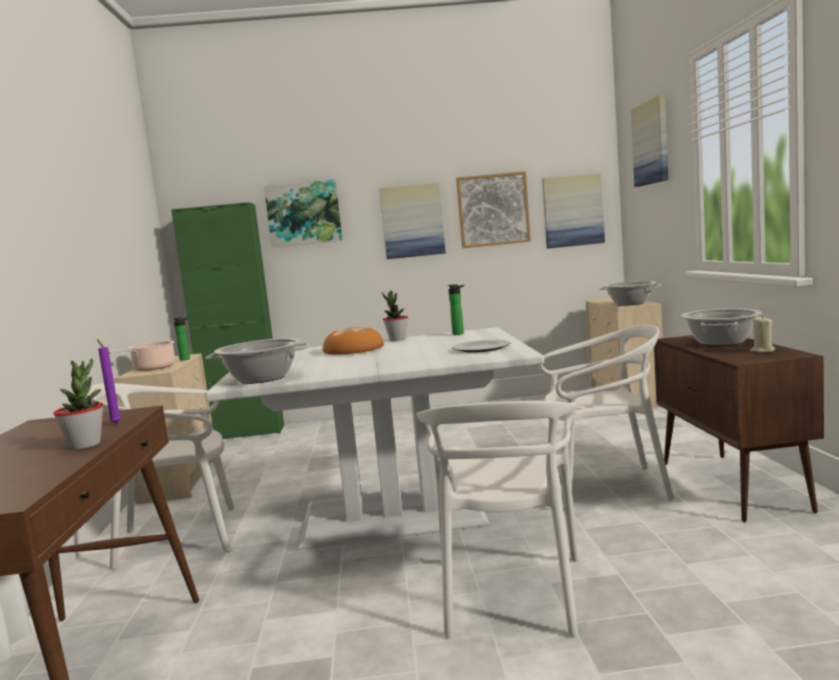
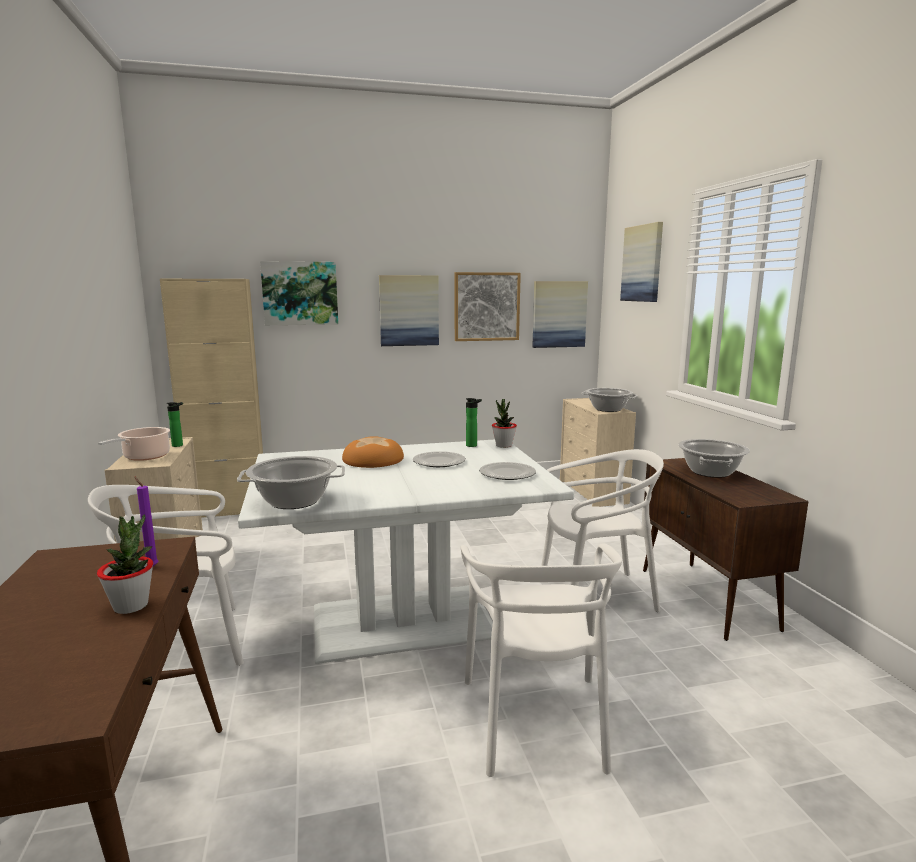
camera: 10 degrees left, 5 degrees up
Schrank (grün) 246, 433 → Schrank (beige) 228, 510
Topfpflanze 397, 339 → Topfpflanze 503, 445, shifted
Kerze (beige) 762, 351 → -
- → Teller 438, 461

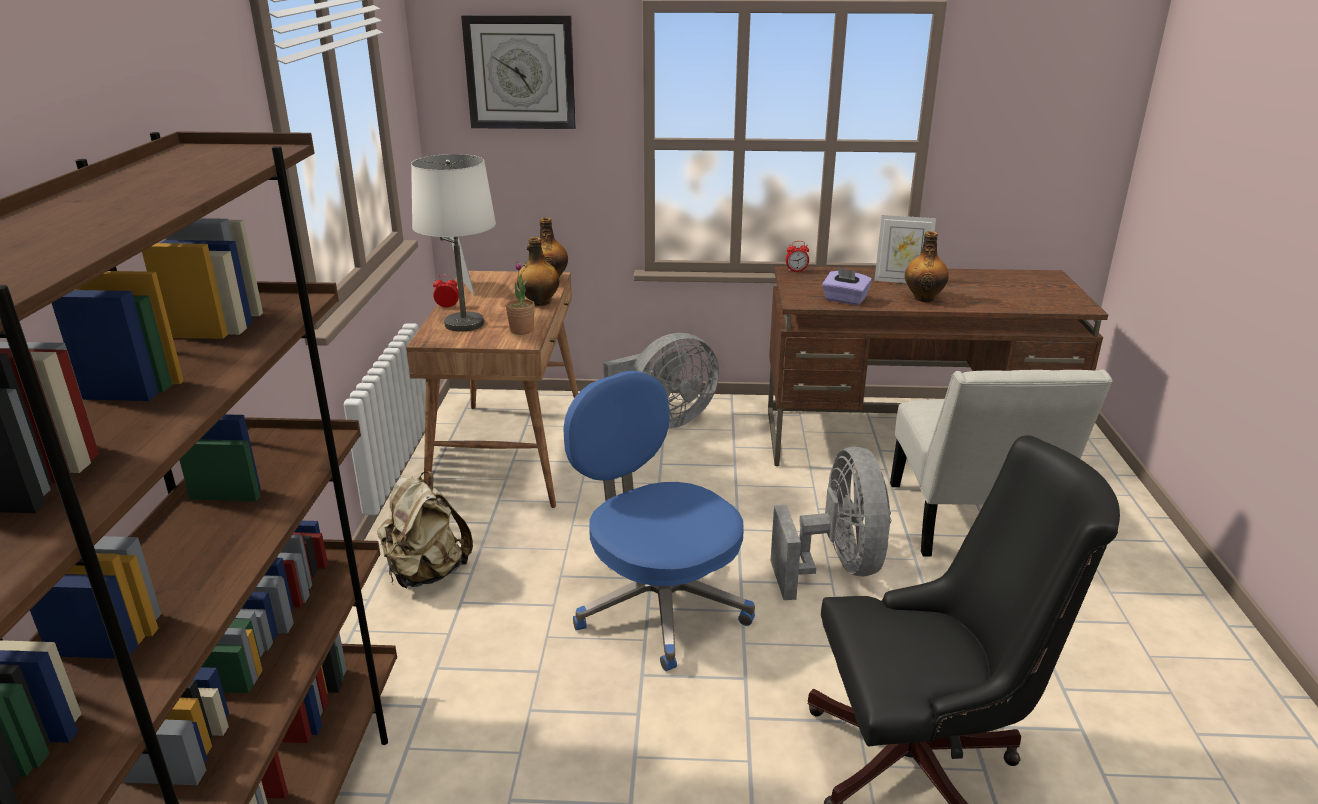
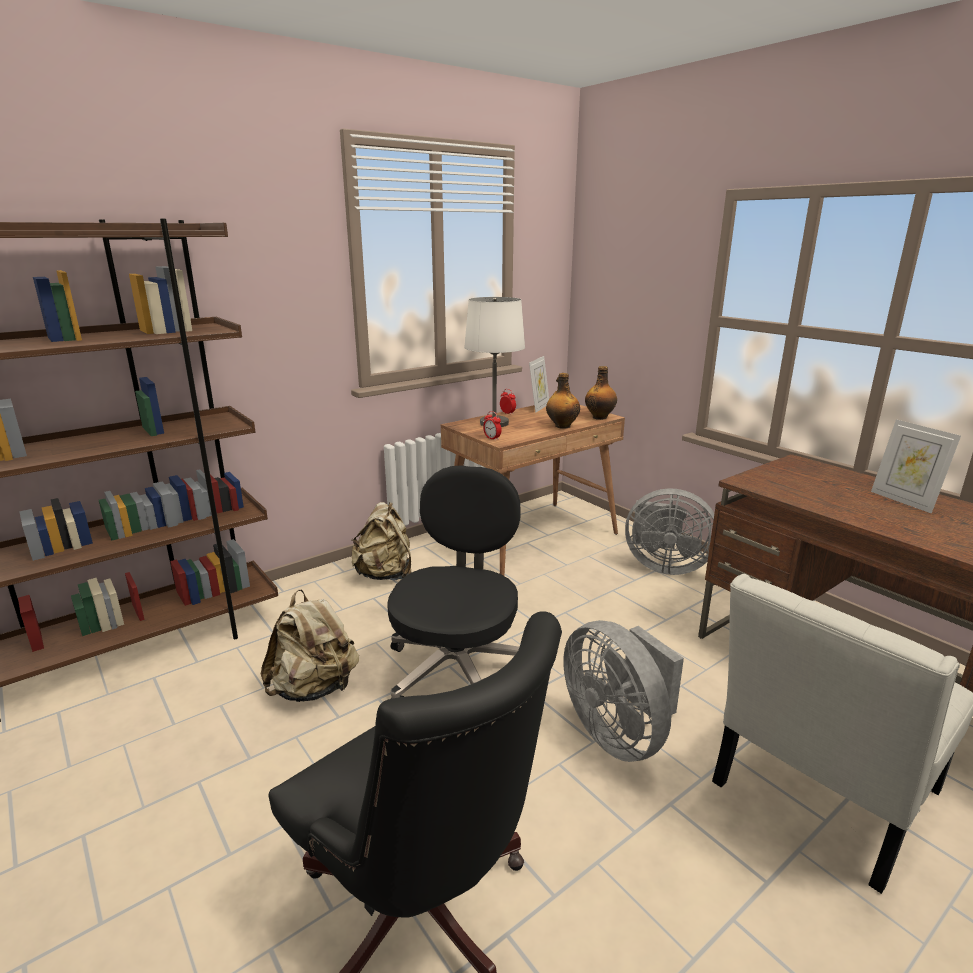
camera: 50 degrees right, 5 degrees down
Wanduhr 520, 72 → -
Flasche 923, 298 → -
Wecker 796, 271 → Wecker 492, 438, shifted
Topfpflanze 522, 330 → -
Taschentuchbox (lila) 845, 300 → -
Bürostuhl (blau) 658, 604 → Bürostuhl (schwarz) 458, 668
Ventilator (grau) 836, 567 → Ventilator (grau) 618, 733, 105 degrees clockwise
- → Rucksack (beige) 314, 688

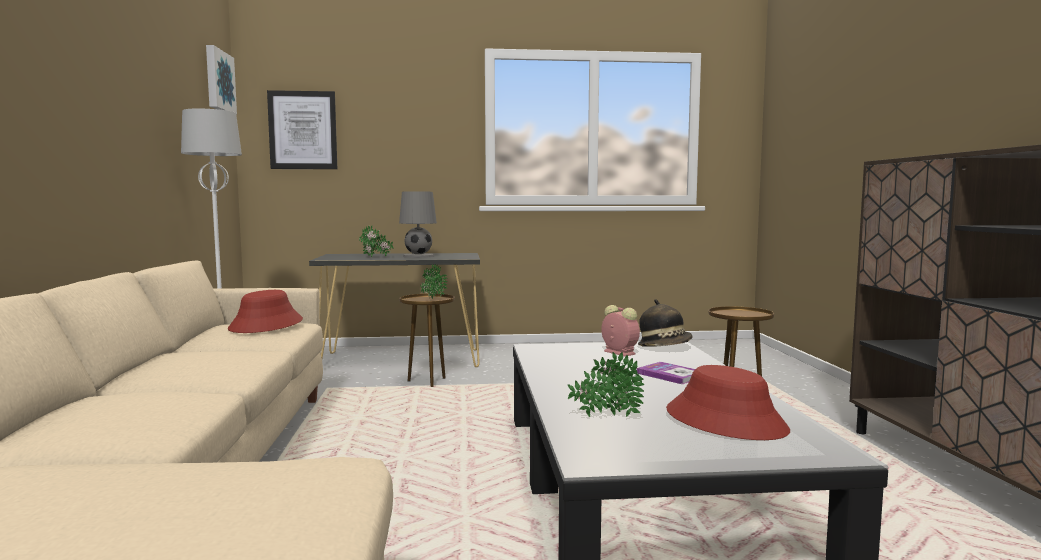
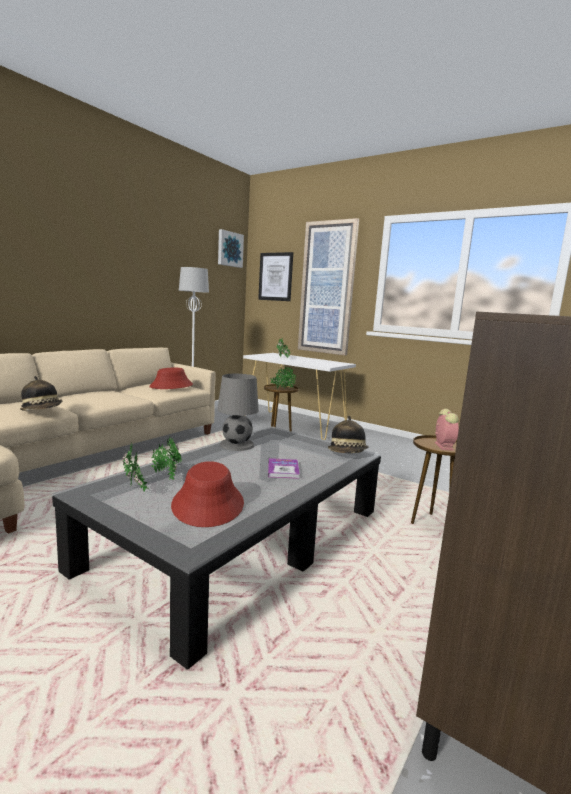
camera: 40 degrees right, 5 degrees up
Tischlampe (grau) 418, 256 → Tischlampe (grau) 236, 445, shifted
Konsolentisch (schwarz) 402, 360 → Konsolentisch (weiß) 294, 425
Wecker 618, 352 → Wecker 443, 446, shifted
- → Bild 327, 288
- → Hut 42, 410
- → Topfpflanze 135, 489

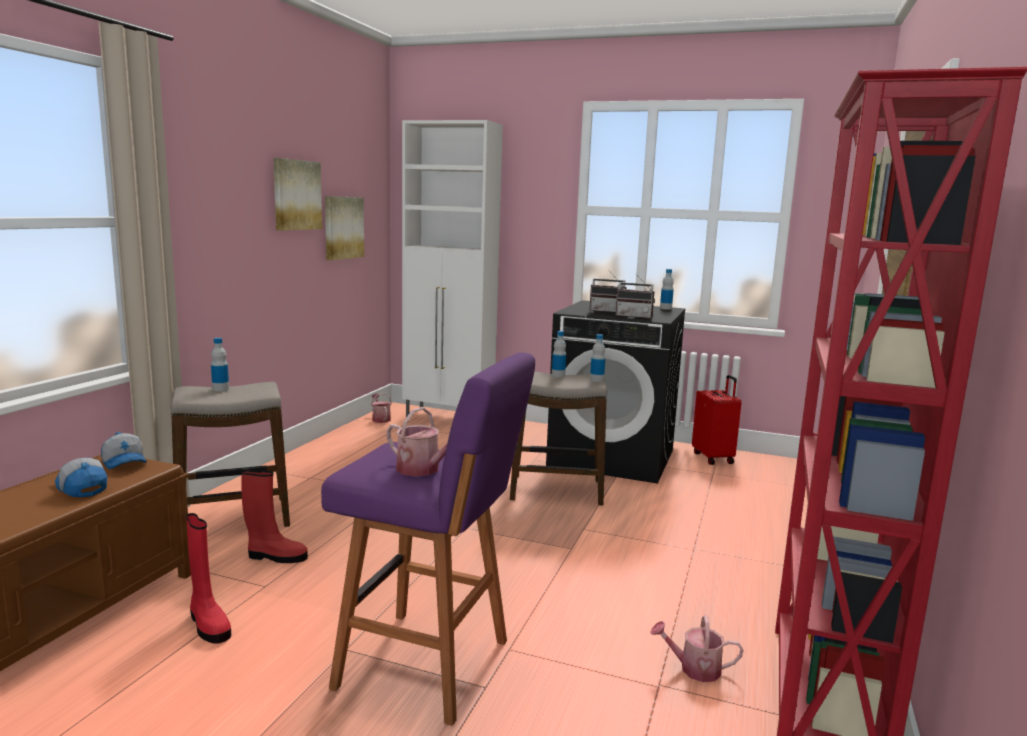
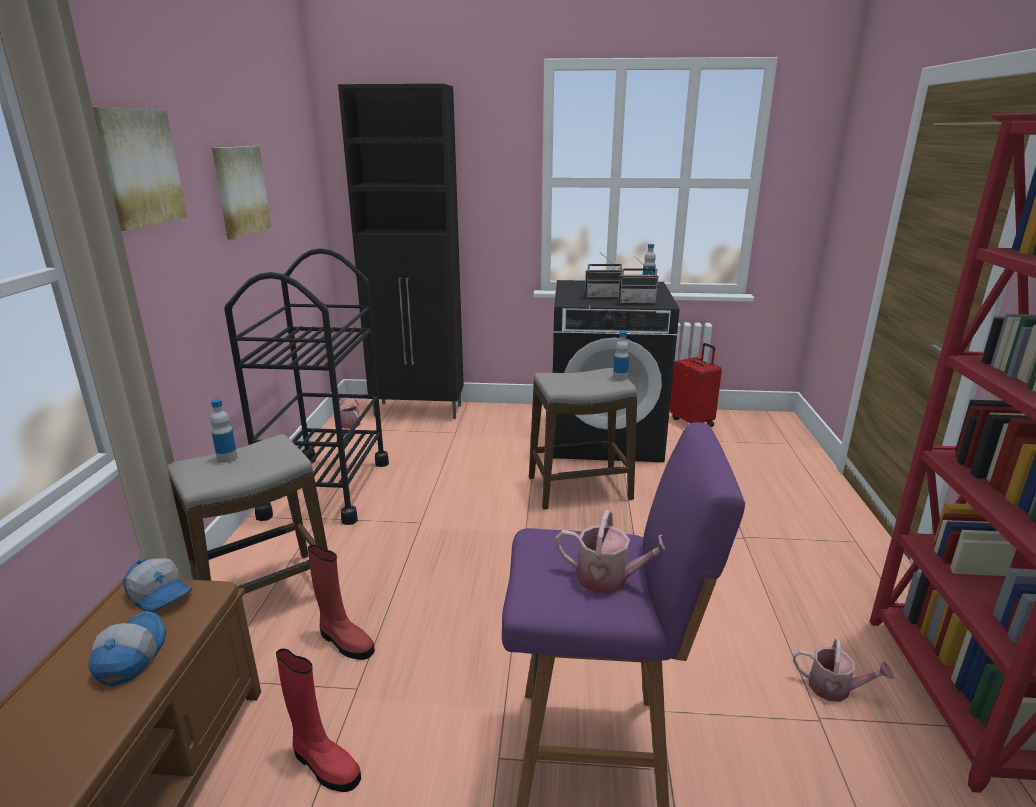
camera: 15 degrees left, 10 degrees up
Schrank (weiß) 449, 418 → Schrank (schwarz) 419, 411
Bild 343, 227 → Bild 137, 167, shifted
Flasche 558, 375 → -
Kappe 80, 487 → Kappe 130, 656, 60 degrees clockwise
Stiefel (rot) 275, 557 → Stiefel (rot) 344, 642, 45 degrees clockwise
Gießkanne 694, 669 → Gießkanne 835, 688, 150 degrees counterclockwise
- → Rollwagen (schwarz) 327, 488

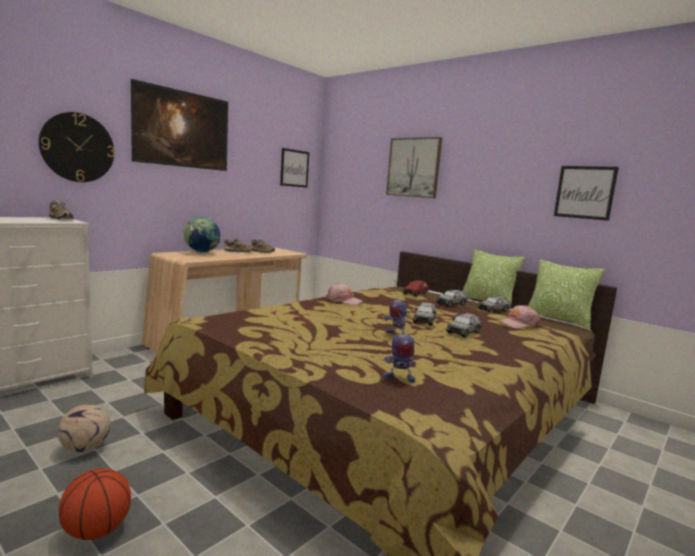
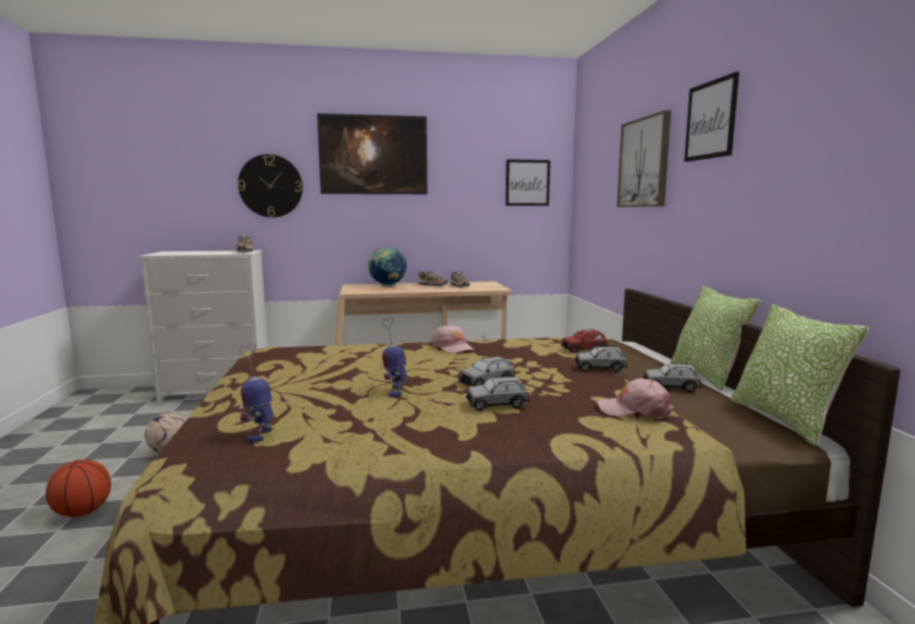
camera: 40 degrees right, 0 degrees up
Bild 585, 192 → Bild 710, 120, shifted
Spielzeugroboter 398, 378 → Spielzeugroboter 260, 434, 45 degrees clockwise

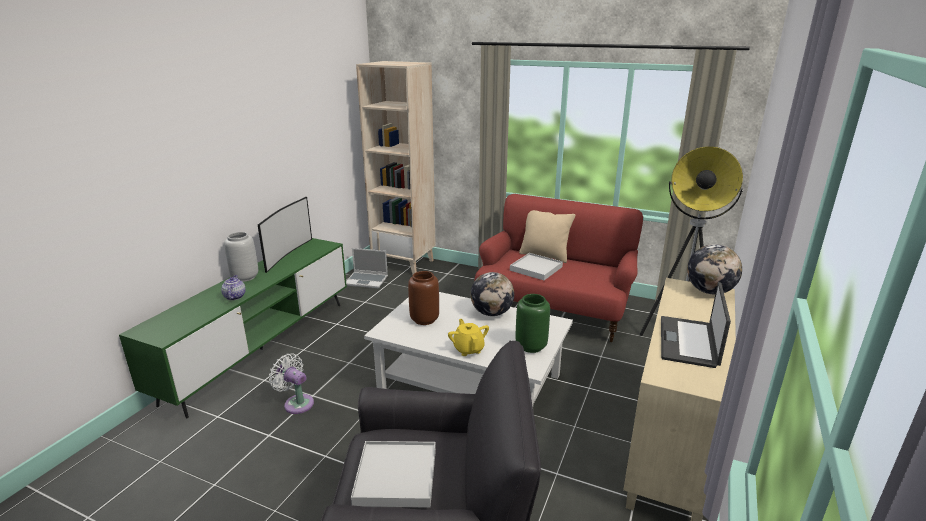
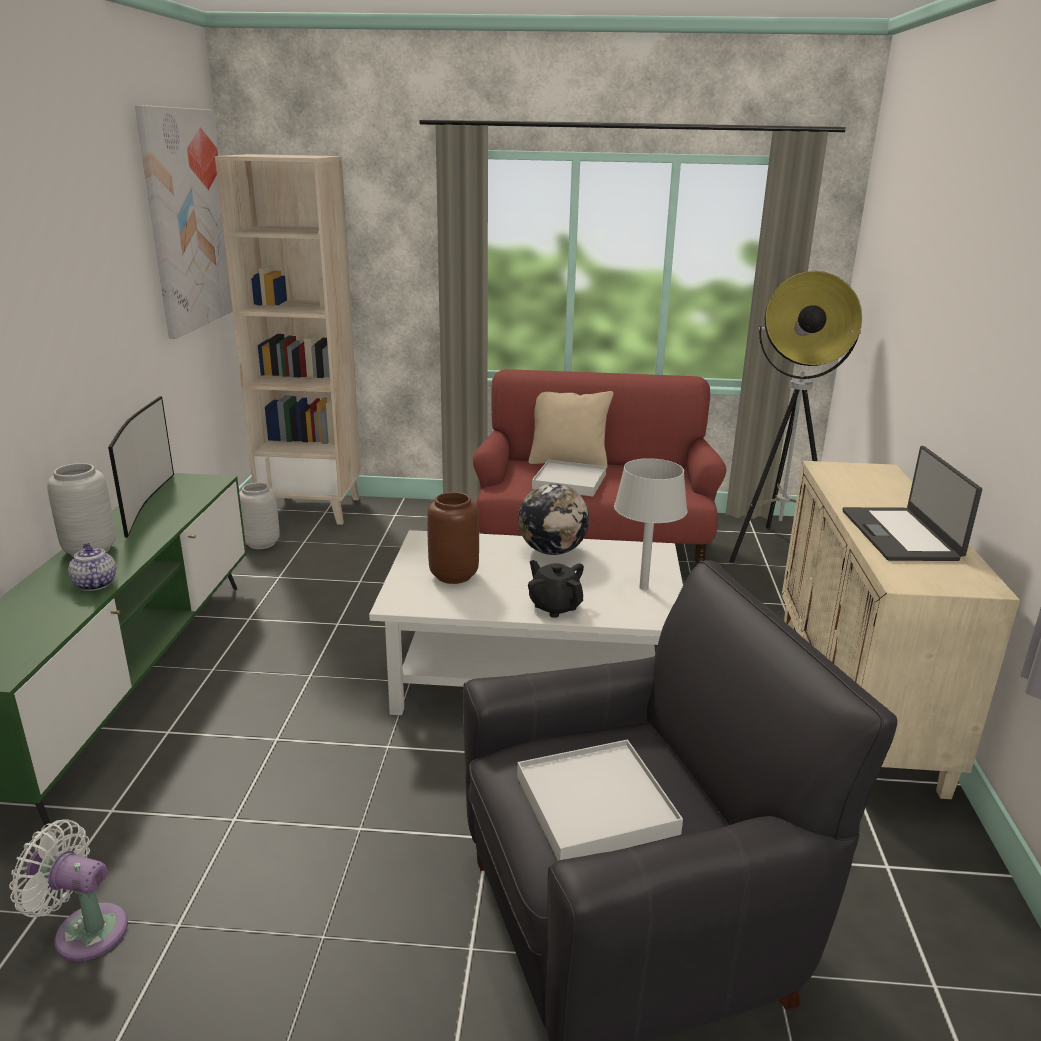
camera: 20 degrees left, 0 degrees up
Globus 709, 291 → -
Laptop 367, 281 → Vase (grau) 262, 543
Vase (grün) 531, 346 → Tischlampe (grau) 643, 587
Teekanne (gelb) 468, 349 → Teekanne (schwarz) 555, 606
Ventilator (weiß) 296, 403 → Ventilator (weiß) 85, 930, shifted
- → Bild 186, 220

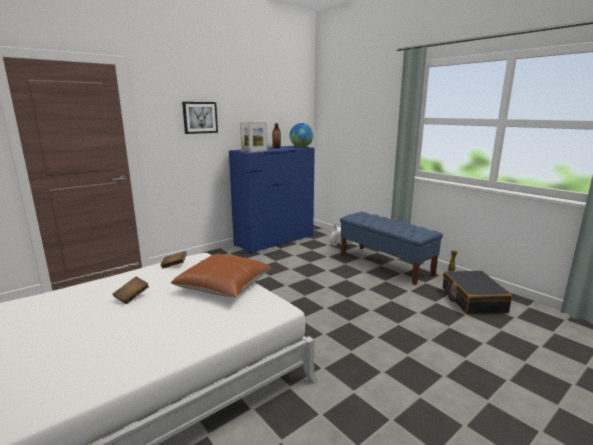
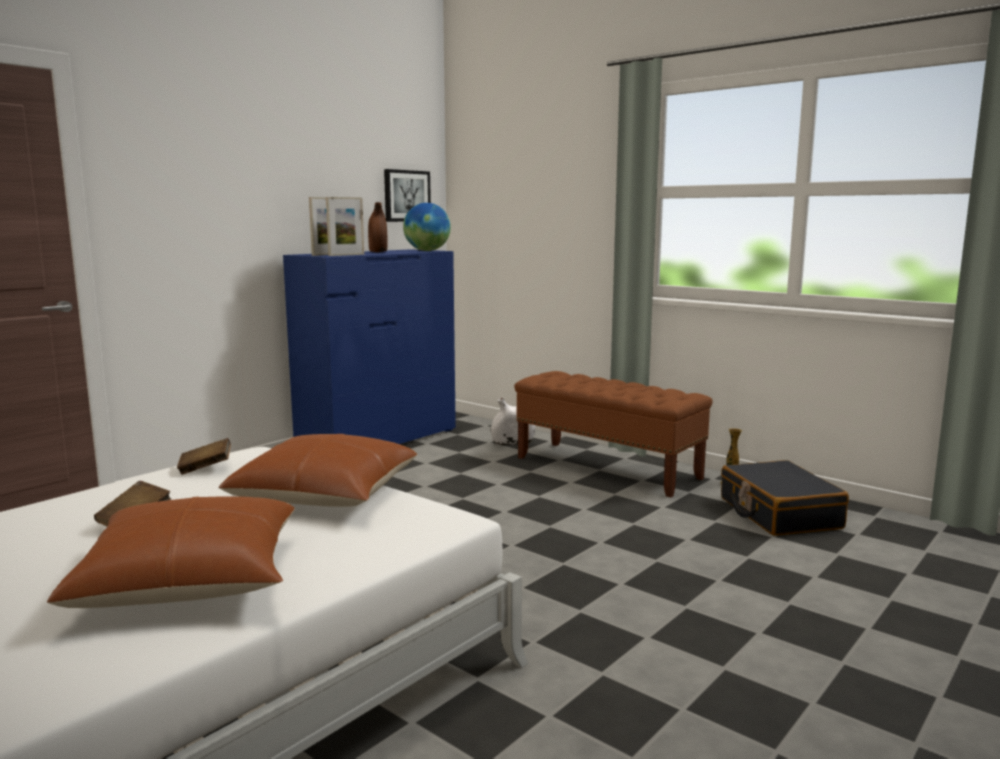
camera: 10 degrees left, 5 degrees down
Bild 200, 117 → Bild 406, 196, shifted
Bank (blau) 385, 264 → Bank (braun) 607, 468
- → Kissen (braun) 190, 580

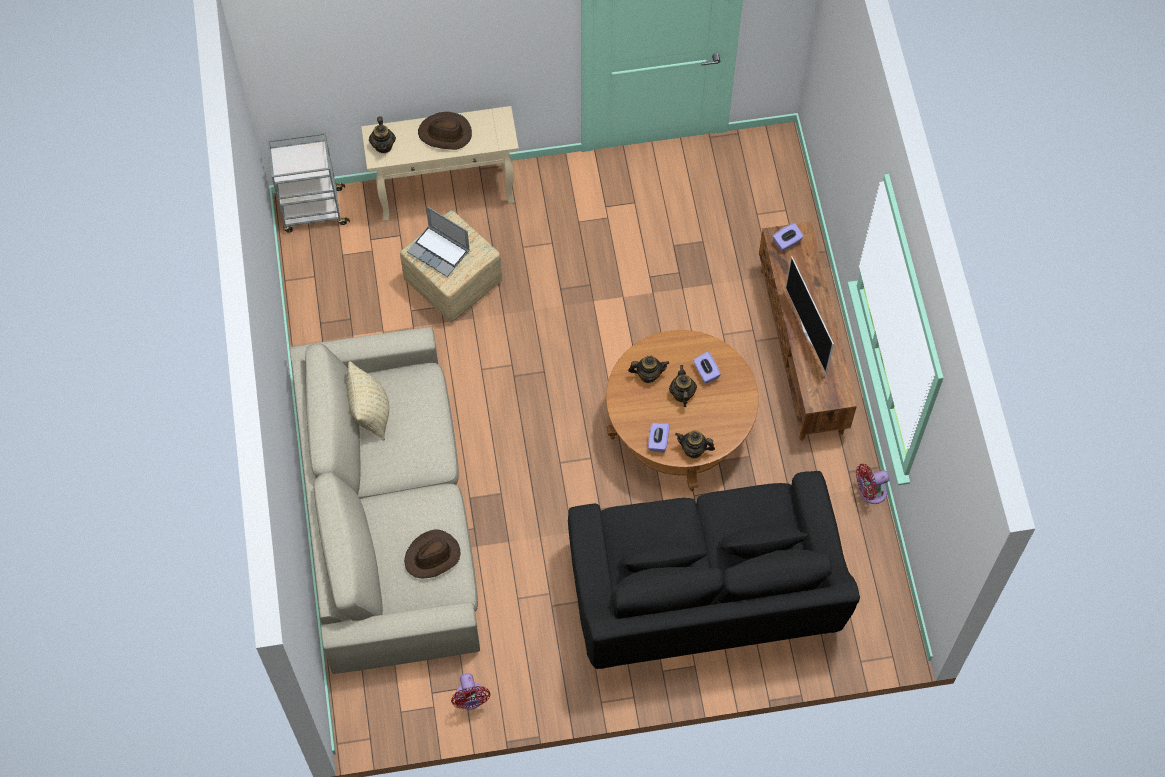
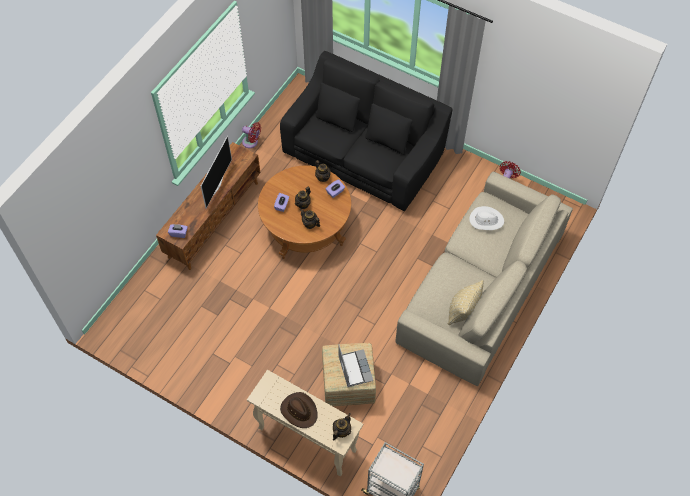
camera: 140 degrees left, 5 degrees down
Hut (braun) 432, 556 → Hut (weiß) 486, 220

